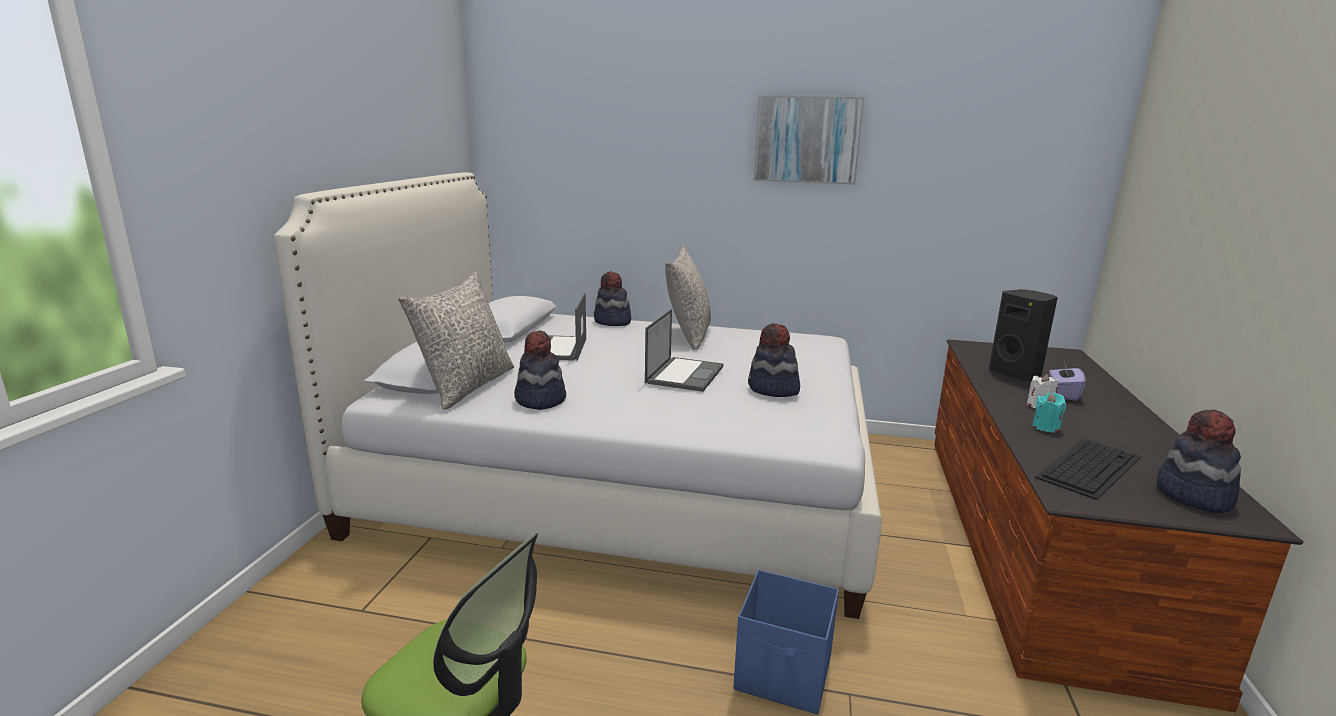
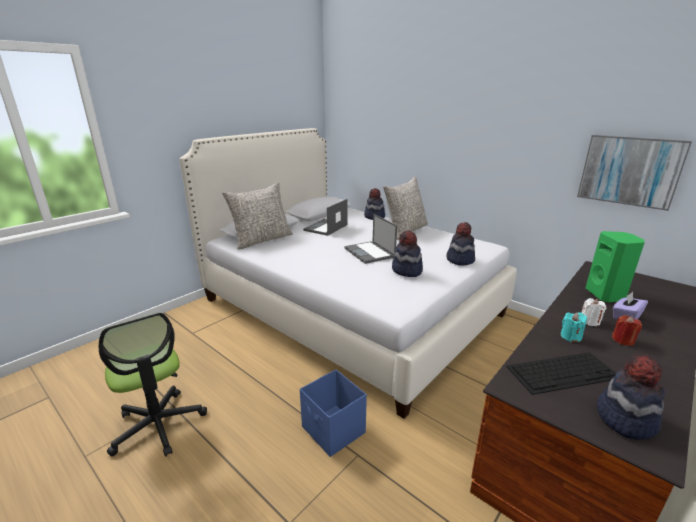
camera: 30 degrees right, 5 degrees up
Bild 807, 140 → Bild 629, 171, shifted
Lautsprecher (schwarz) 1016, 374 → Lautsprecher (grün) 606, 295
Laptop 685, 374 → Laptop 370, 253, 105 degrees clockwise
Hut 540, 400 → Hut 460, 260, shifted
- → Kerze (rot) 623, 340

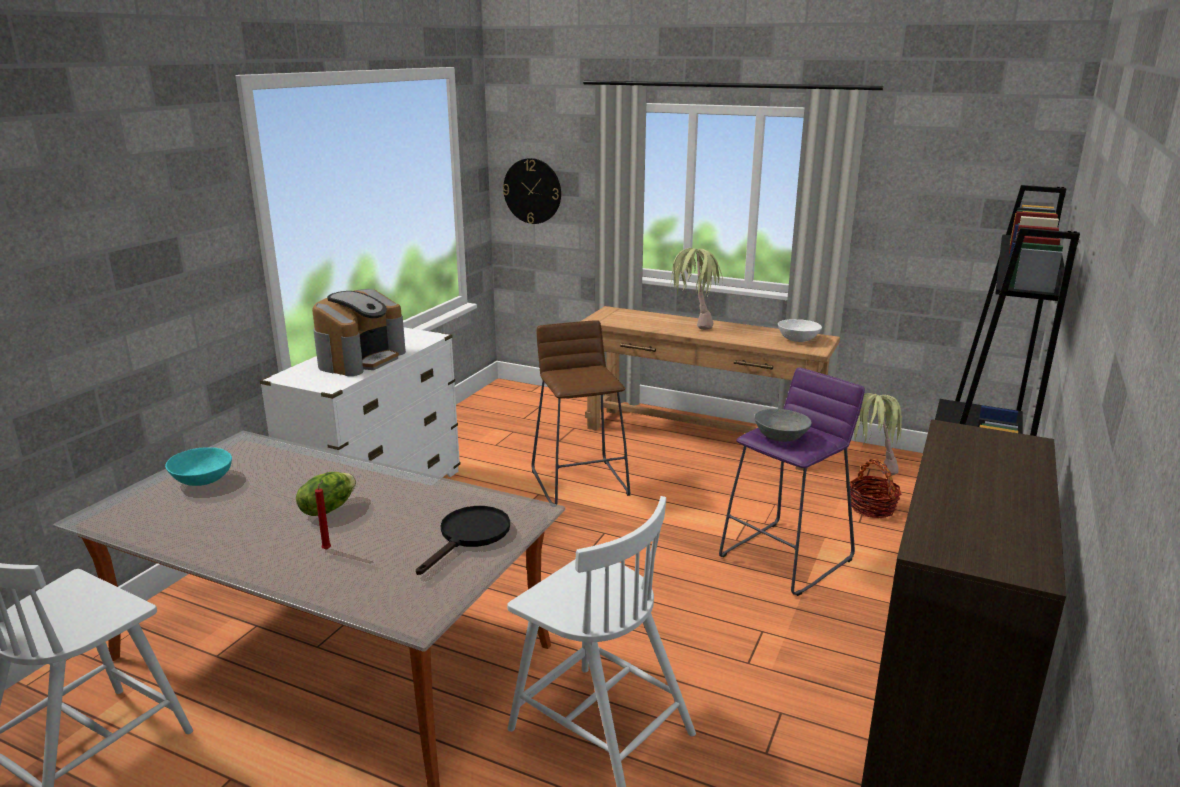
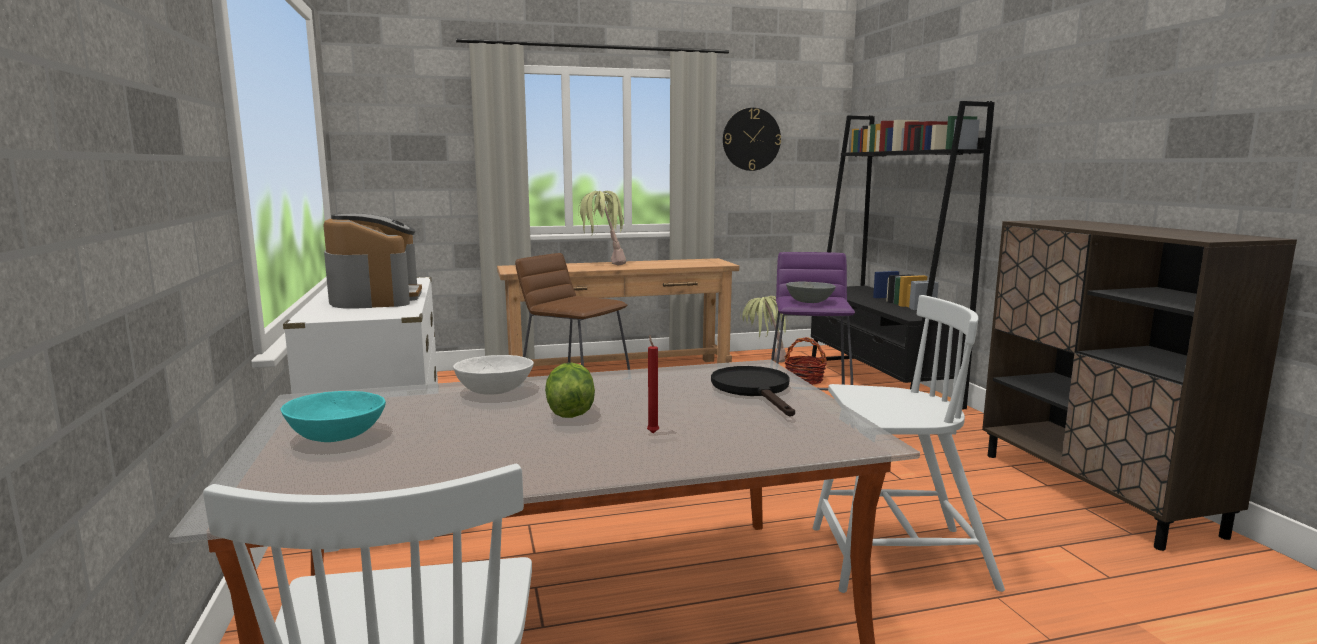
camera: 40 degrees left, 10 degrees down
Wanduhr 532, 191 → Wanduhr 751, 139, shifted
Schüssel (weiß) 798, 339 → Schüssel (weiß) 495, 390, shifted

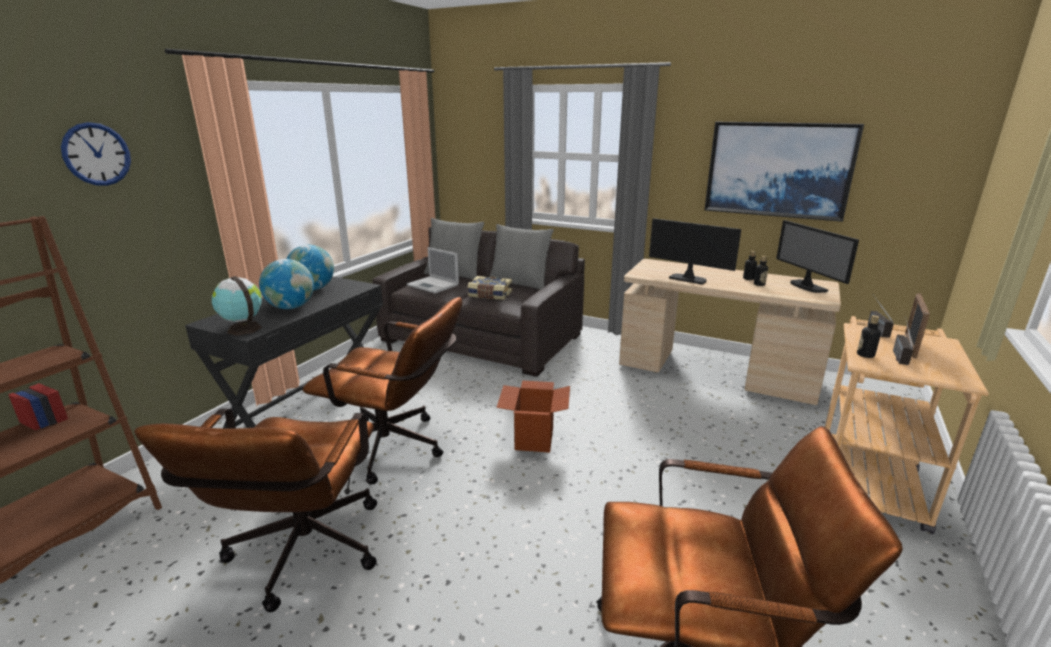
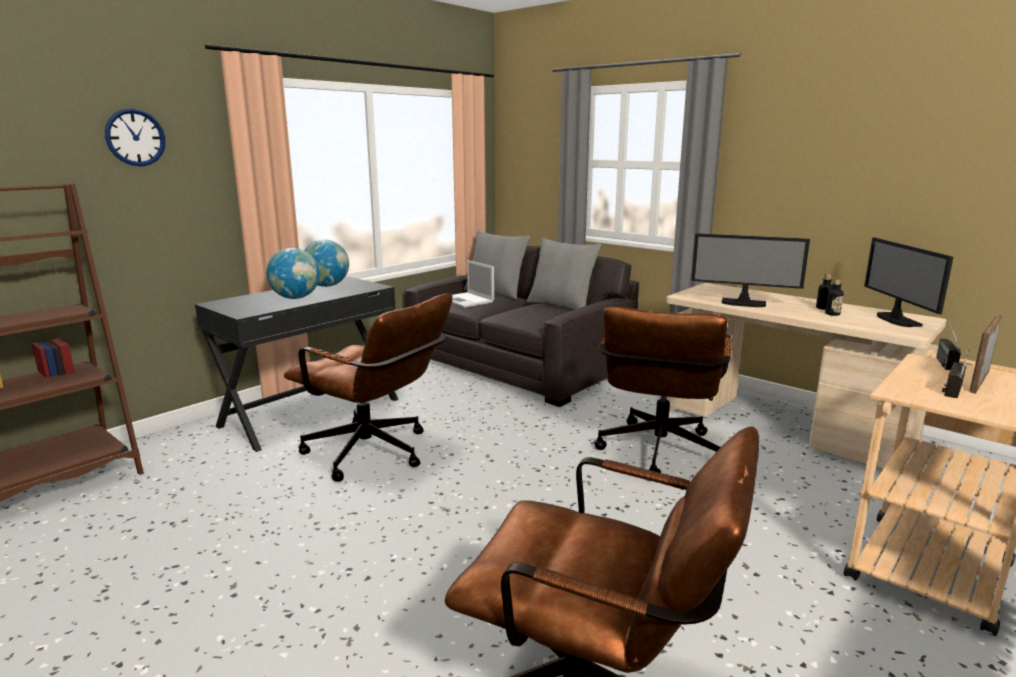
camera: 15 degrees right, 5 degrees down
Bild 778, 169 → -
Monitor 688, 279 → Monitor 743, 303, 150 degrees clockwise
Globus 243, 328 → -
Buch 490, 295 → -
Flasche 865, 355 → -
Karton 534, 438 → -
Bürostuhl (braun) 300, 558 → Bürostuhl (braun) 658, 455, shifted

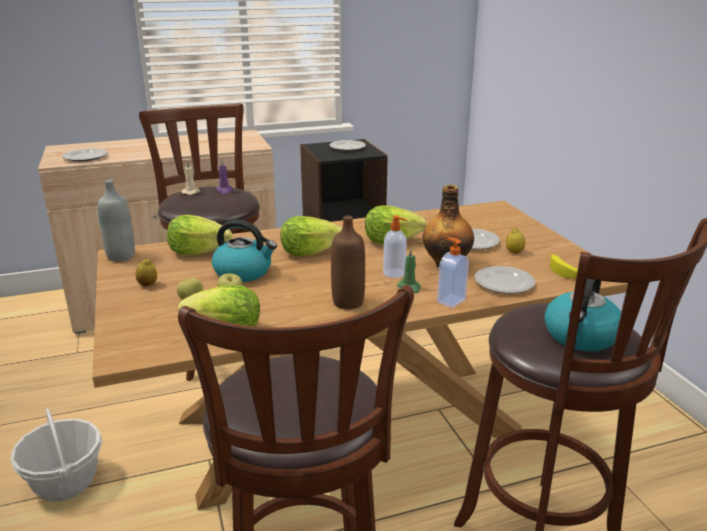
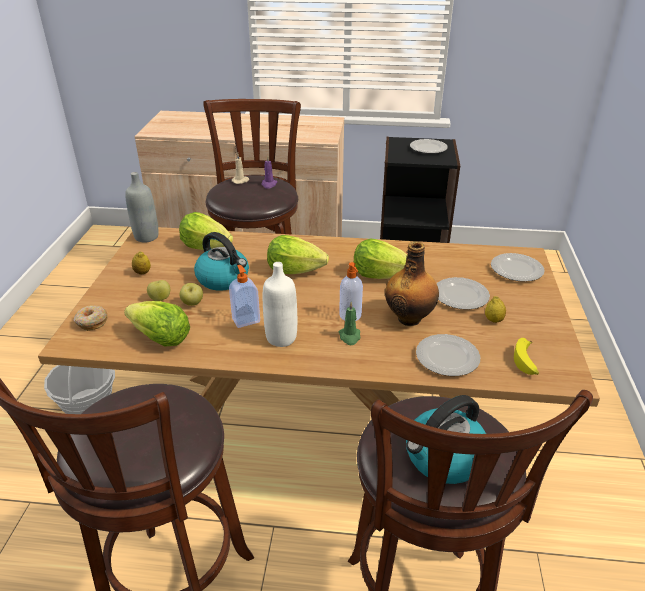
camera: 25 degrees right, 10 degrees up
Teller 85, 157 → Teller 516, 270, shifted
Flasche (braun) 348, 302 → Flasche (weiß) 281, 338
Seifenspender 450, 300 → Seifenspender 246, 320, shifted
- → Donut 91, 322

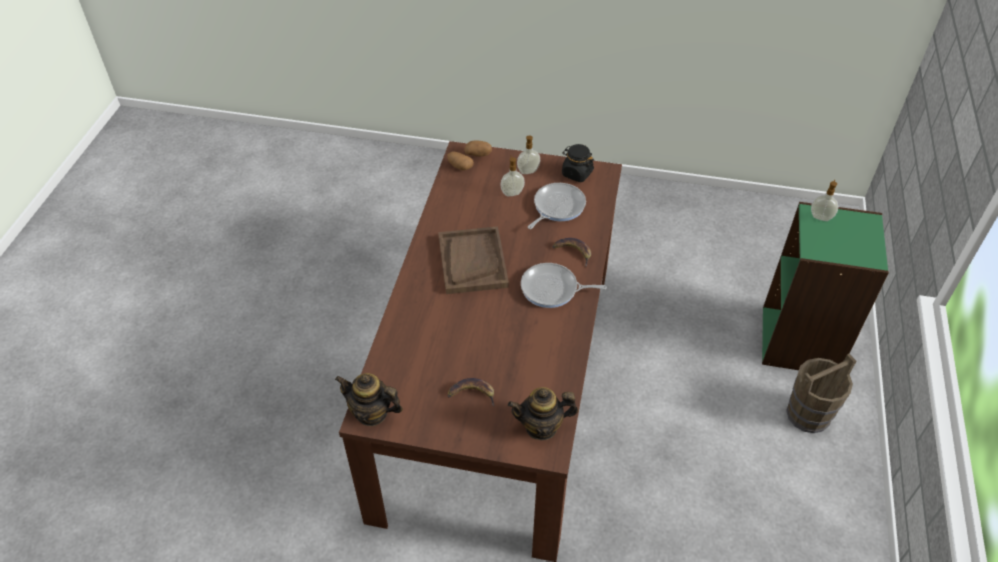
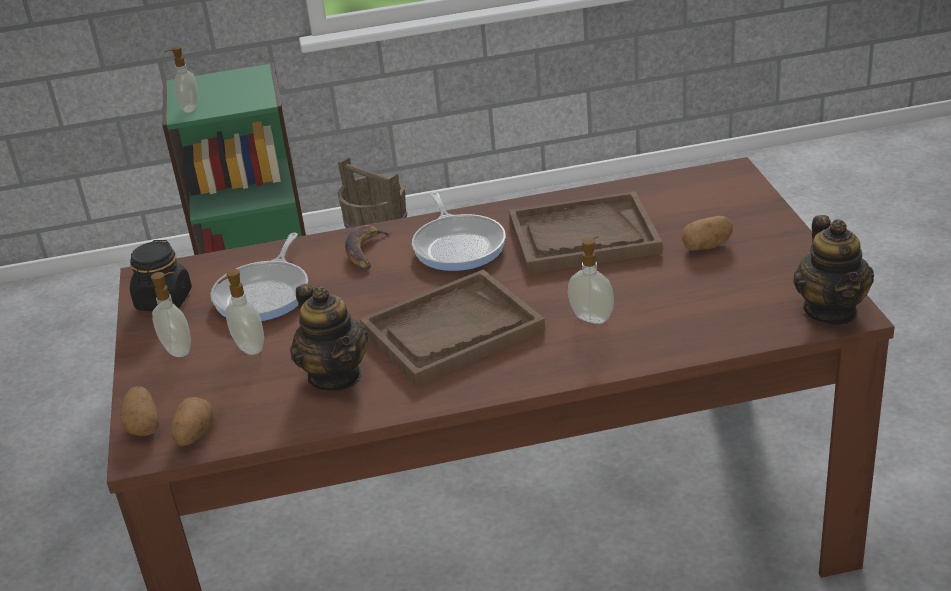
camera: 110 degrees left, 15 degrees down
Pfanne 557, 207 → Pfanne 265, 294, 90 degrees counterclockwise
Banane 472, 393 → Kartoffel 707, 246
Teekanne 541, 427 → Teekanne 335, 376, shifted
- → Tablett (braun) 583, 237
- → Seifenspender 592, 317

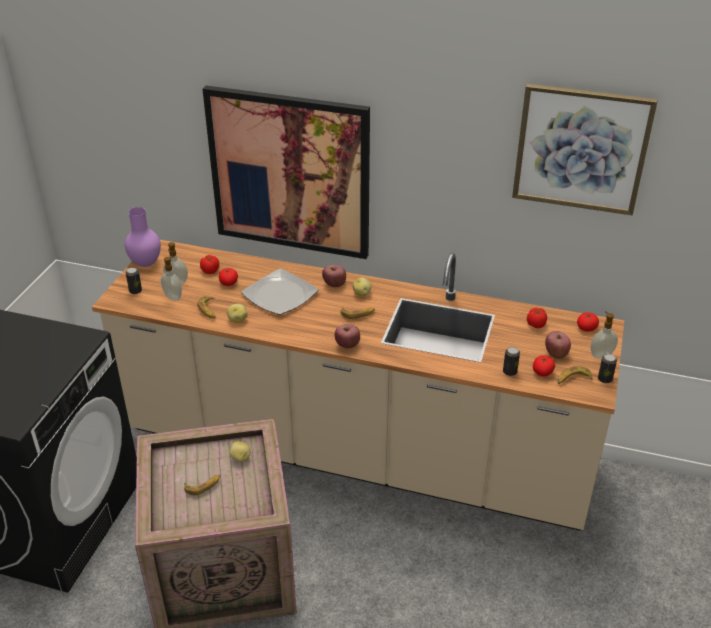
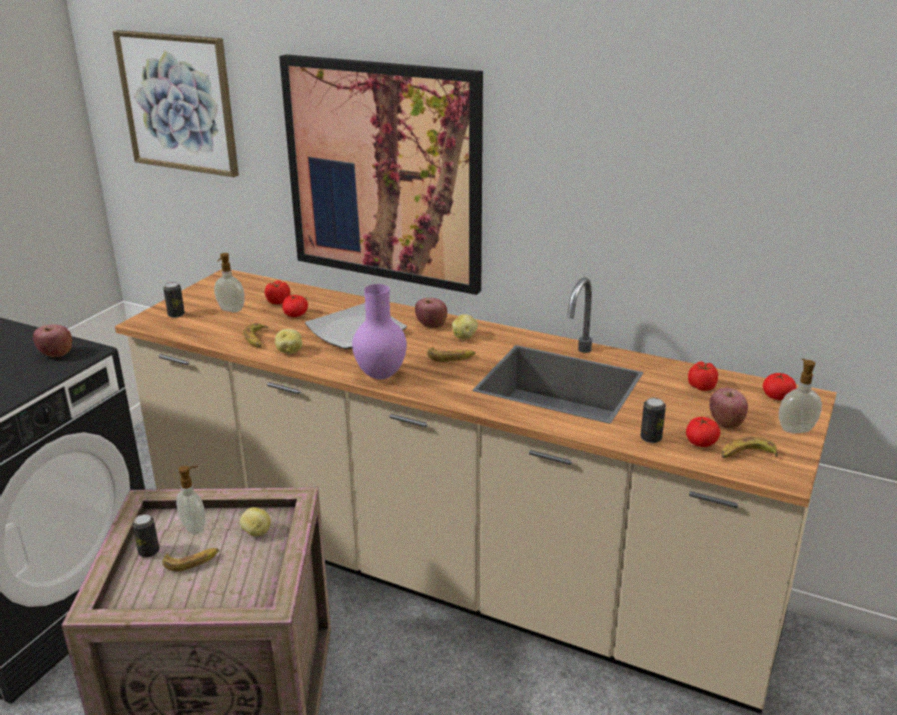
camera: 10 degrees right, 10 degrees down
Bild 581, 149 → Bild 178, 103, shifted
Vase (lila) 146, 263 → Vase (lila) 382, 375, shifted
Seifenspender 173, 297 → Seifenspender 195, 527, shifted
Apfel 347, 345 → Apfel 56, 354, shifted
Dose 604, 379 → Dose 149, 552, shifted

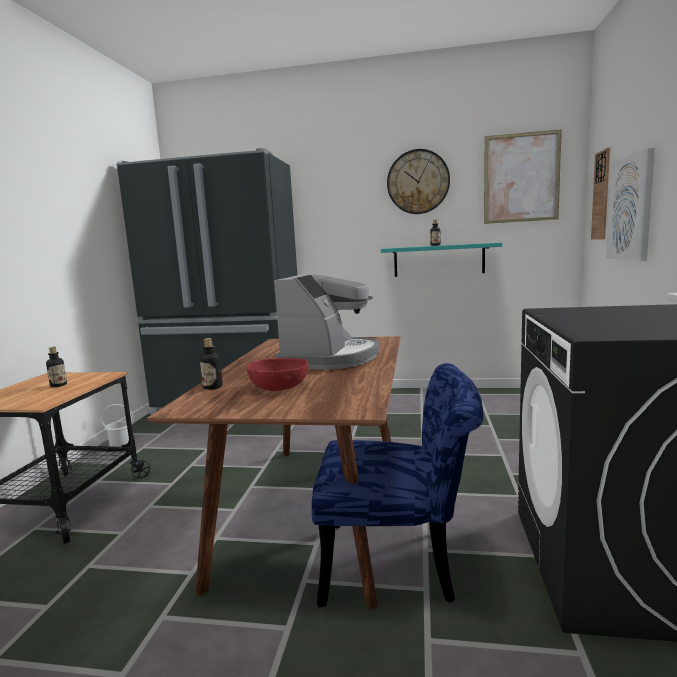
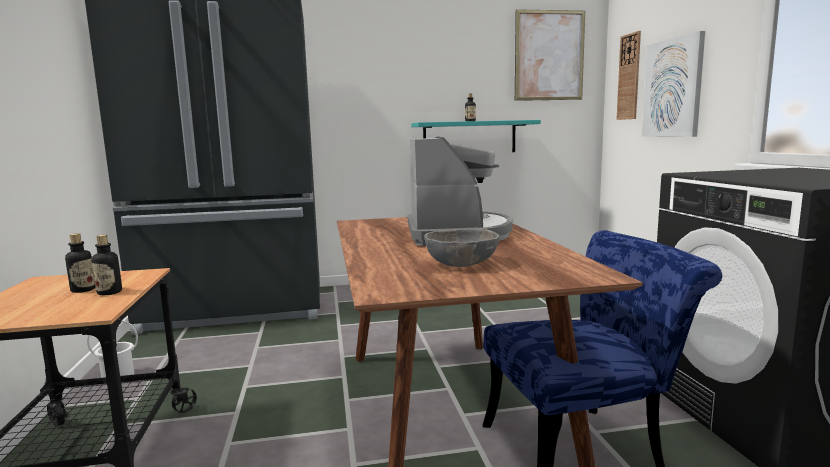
camera: 20 degrees left, 0 degrees up
Wanduhr 418, 182 → -
Flasche 213, 387 → Flasche 109, 292, shifted
Schüssel (rot) 279, 388 → Schüssel (grau) 461, 264

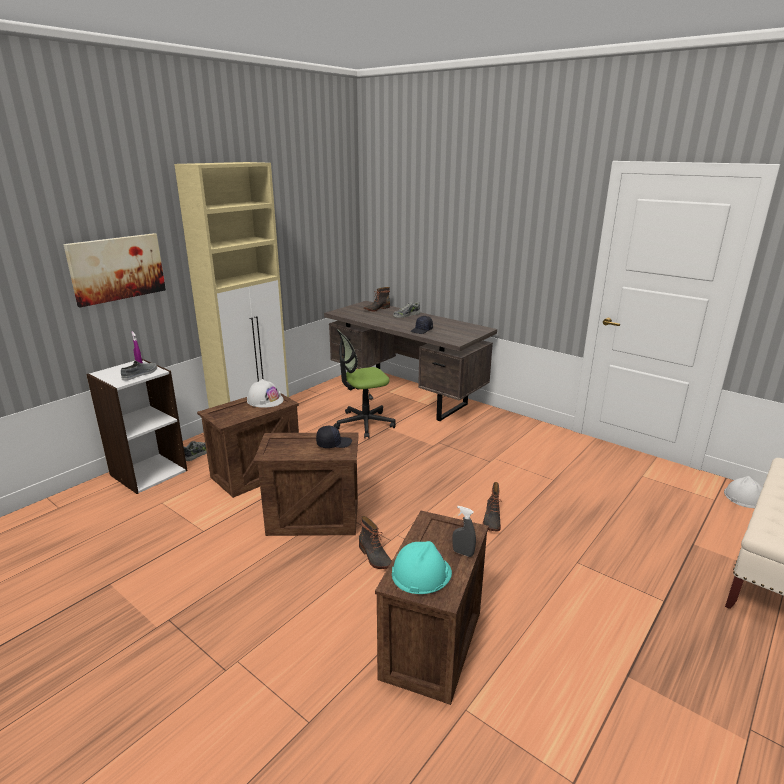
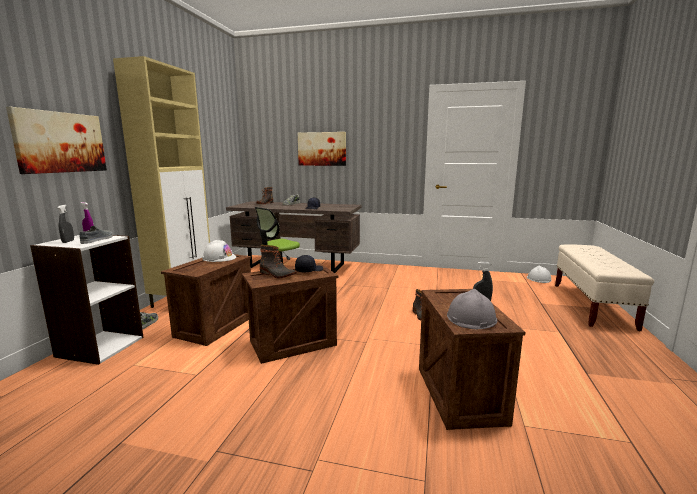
camera: 25 degrees left, 10 degrees down
Stiefel 374, 557 → Stiefel 277, 275, shifted
Schutzhelm (türkis) 421, 573 → Schutzhelm (grau) 471, 318
- → Bild 322, 149
- → Sprühflasche (grau) 68, 241

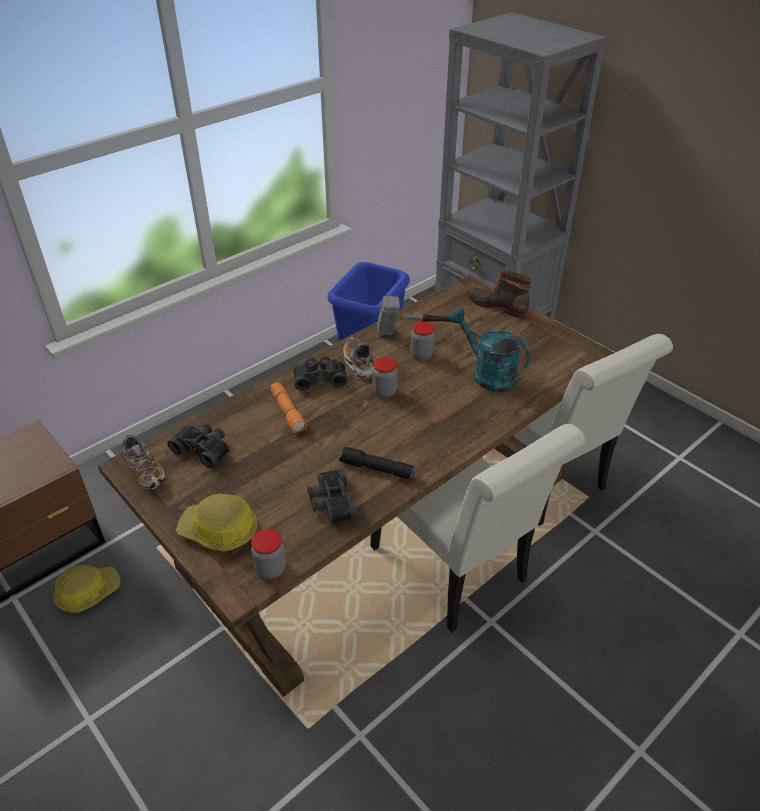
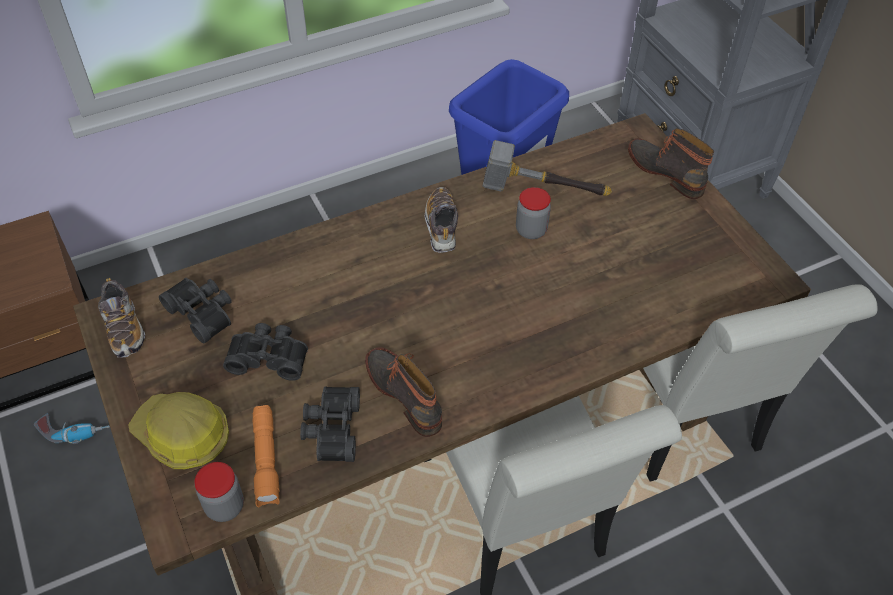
camera: 15 degrees right, 10 degrees up
Gießkanne (türkis) 487, 374 → -
Fernglas (schwarz) 320, 378 → Fernglas (schwarz) 269, 357, shifted
Vorratsglas 385, 391 → -
Taschenlampe (orange) 289, 413 → Taschenlampe (orange) 267, 461, shifted
Taschenlampe (schwarz) 376, 469 → Stiefel 405, 394
Schutzhelm 87, 592 → Bohrmaschine 74, 431

